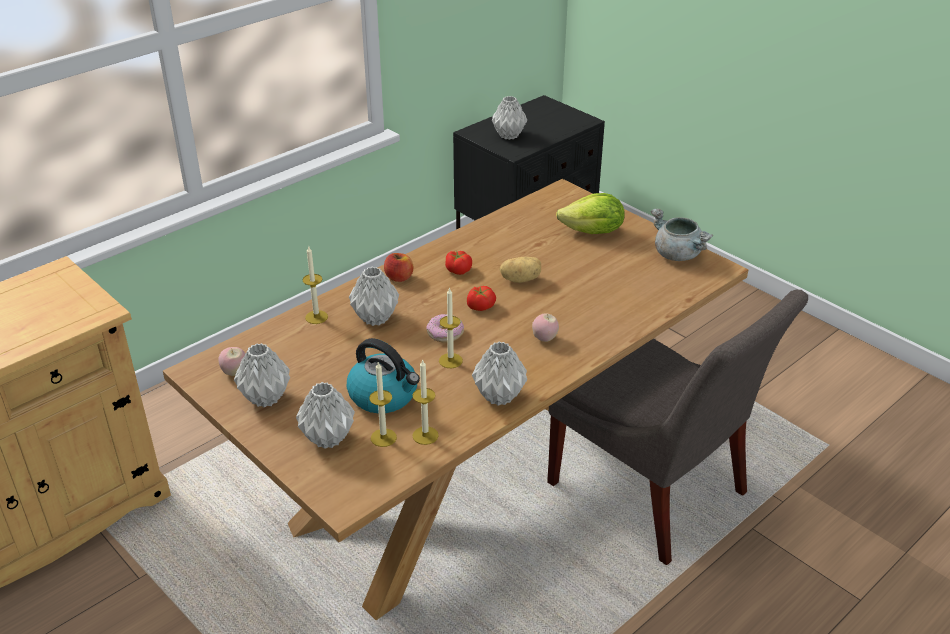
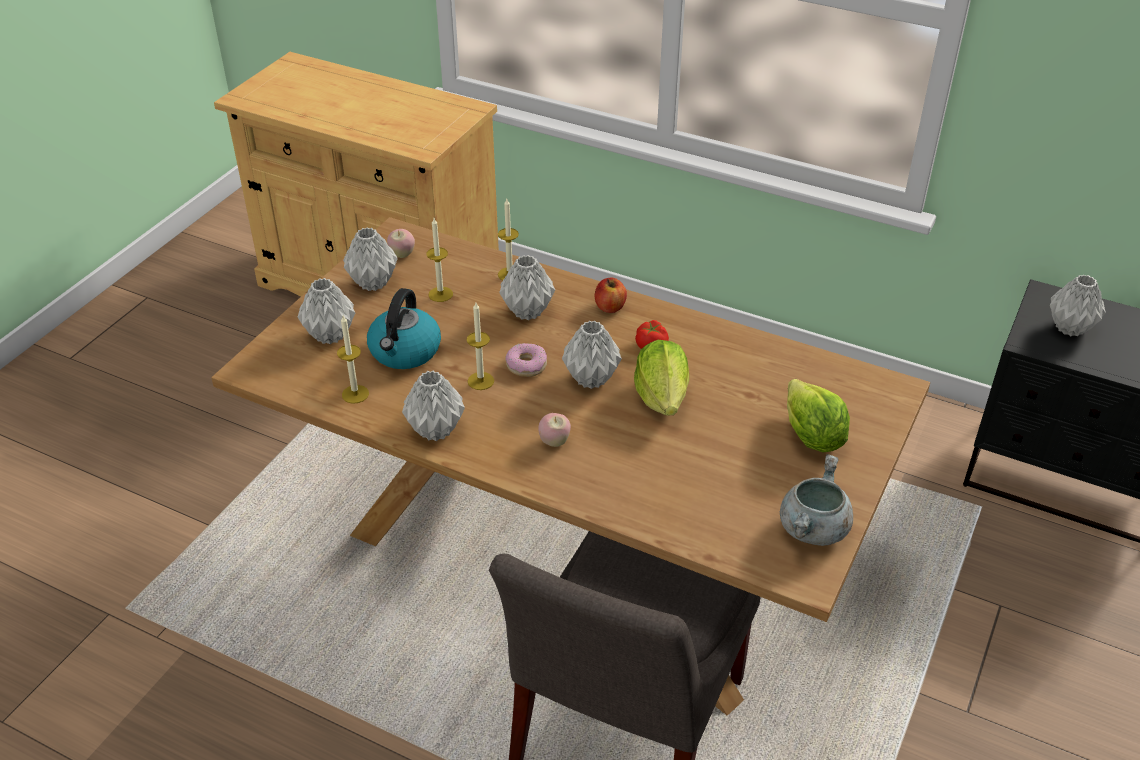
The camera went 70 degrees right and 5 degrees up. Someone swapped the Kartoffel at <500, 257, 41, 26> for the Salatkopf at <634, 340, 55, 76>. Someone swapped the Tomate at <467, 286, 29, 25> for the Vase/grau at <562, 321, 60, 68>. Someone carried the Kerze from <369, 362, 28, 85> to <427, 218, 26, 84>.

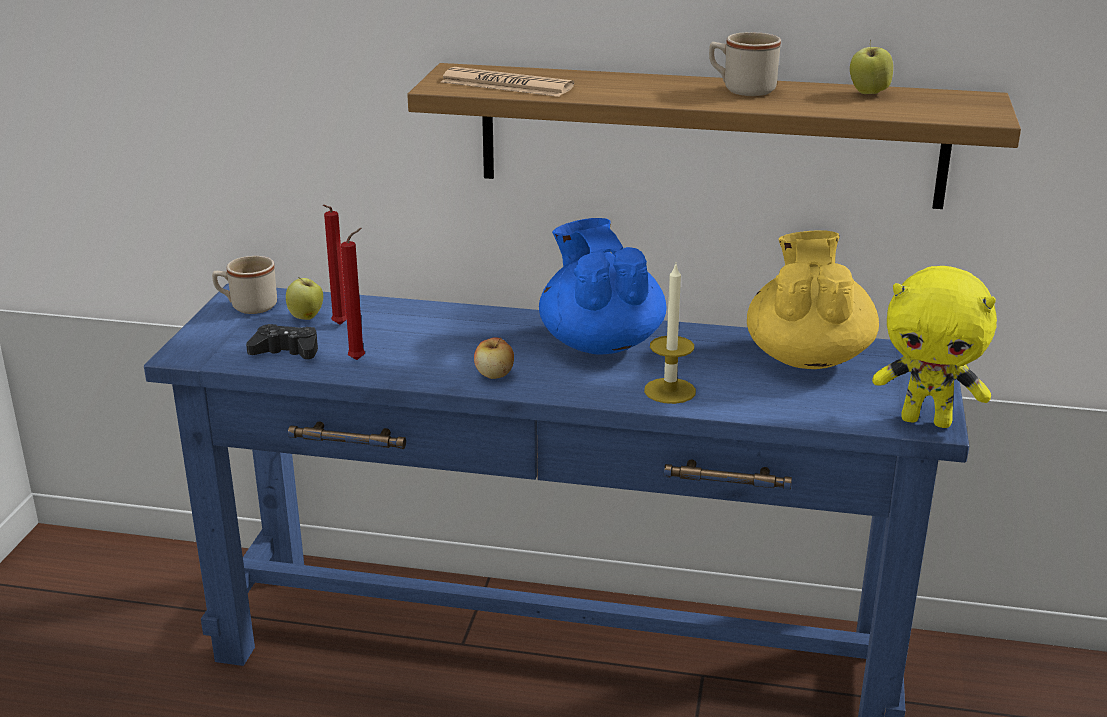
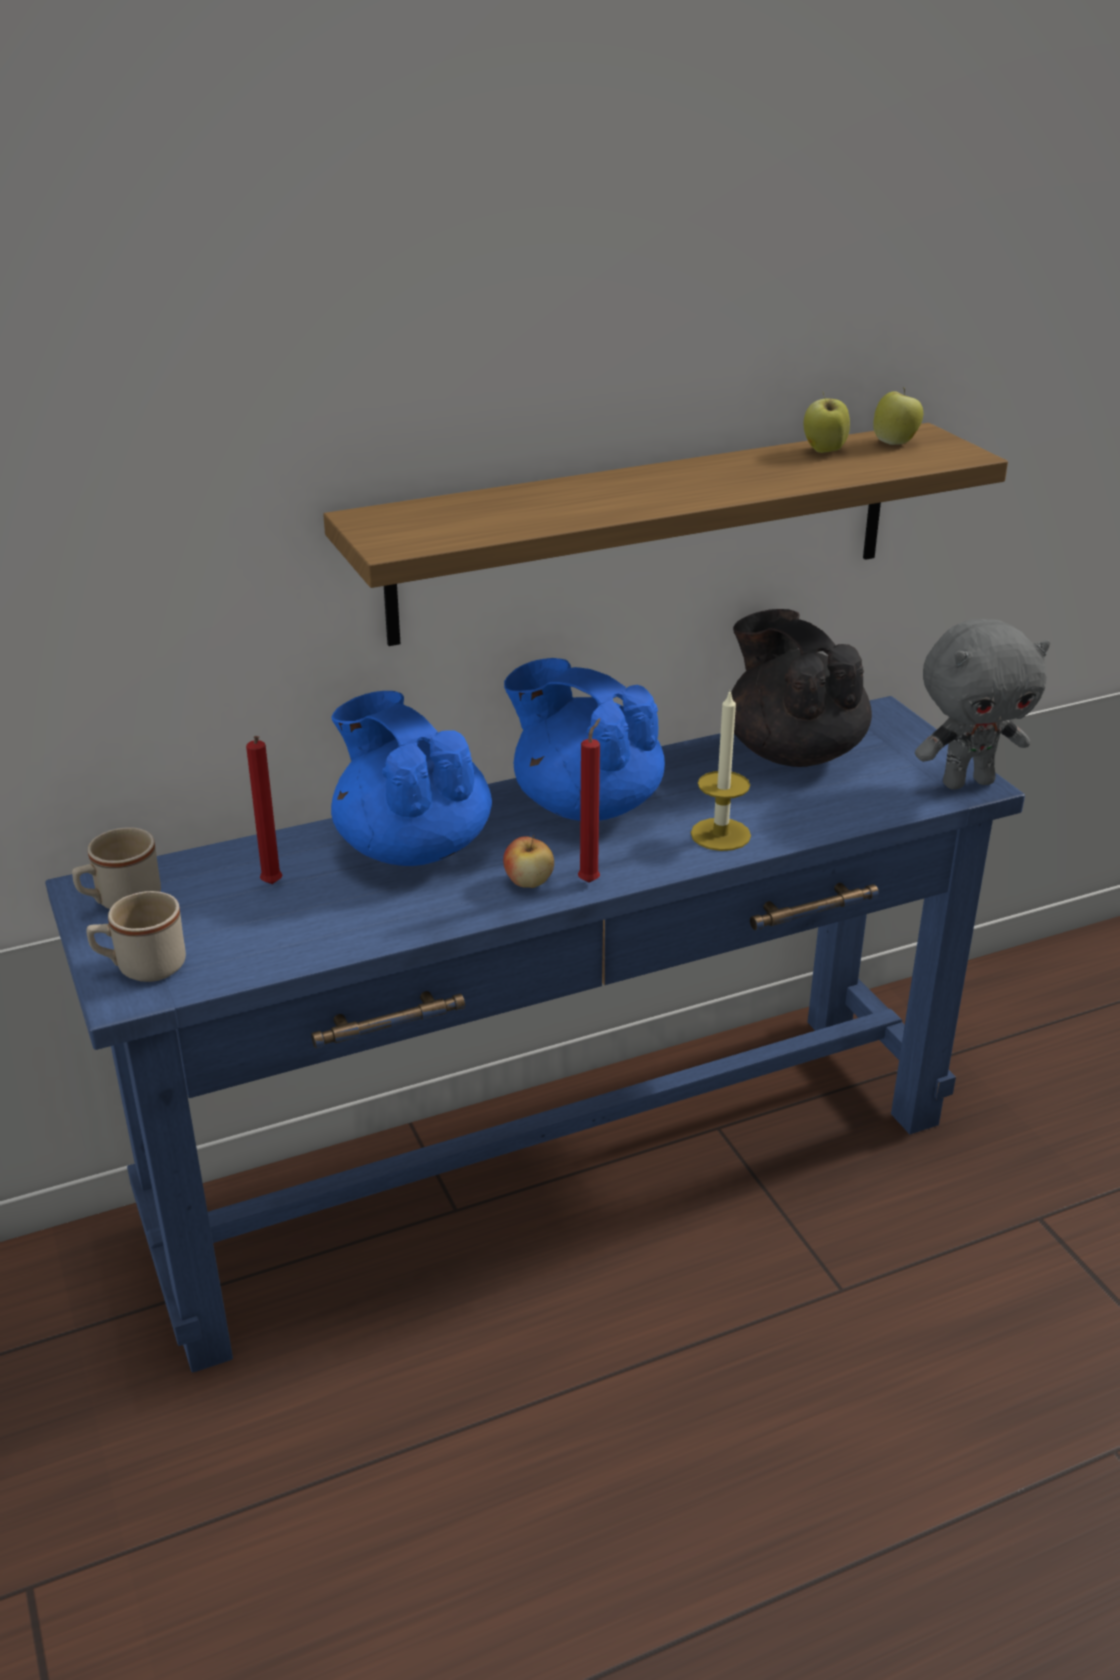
The camera went 35 degrees left and 5 degrees up. Someone carried the Henkelbecher/beige from <709, 32, 72, 64> to <87, 891, 99, 91>. Someone took away the Zeitung at <441, 67, 133, 30>. Someone carried the Kerze/rot from <341, 228, 24, 132> to <578, 718, 22, 165>. Someone repainted the Teekanne/gelb at <747, 230, 132, 139>, which became the Teekanne/schwarz at <731, 609, 141, 158>. Someone repainted the Plüschtier/gelb at <872, 266, 125, 162>, which became the Plüschtier/grau at <915, 619, 135, 171>. Someone carried the Apfel from <286, 277, 37, 43> to <873, 387, 50, 58>. Someone took away the Gamepad/schwarz at <246, 324, 72, 35>. Someone put down the Teekanne/blau at <331, 691, 161, 175>.

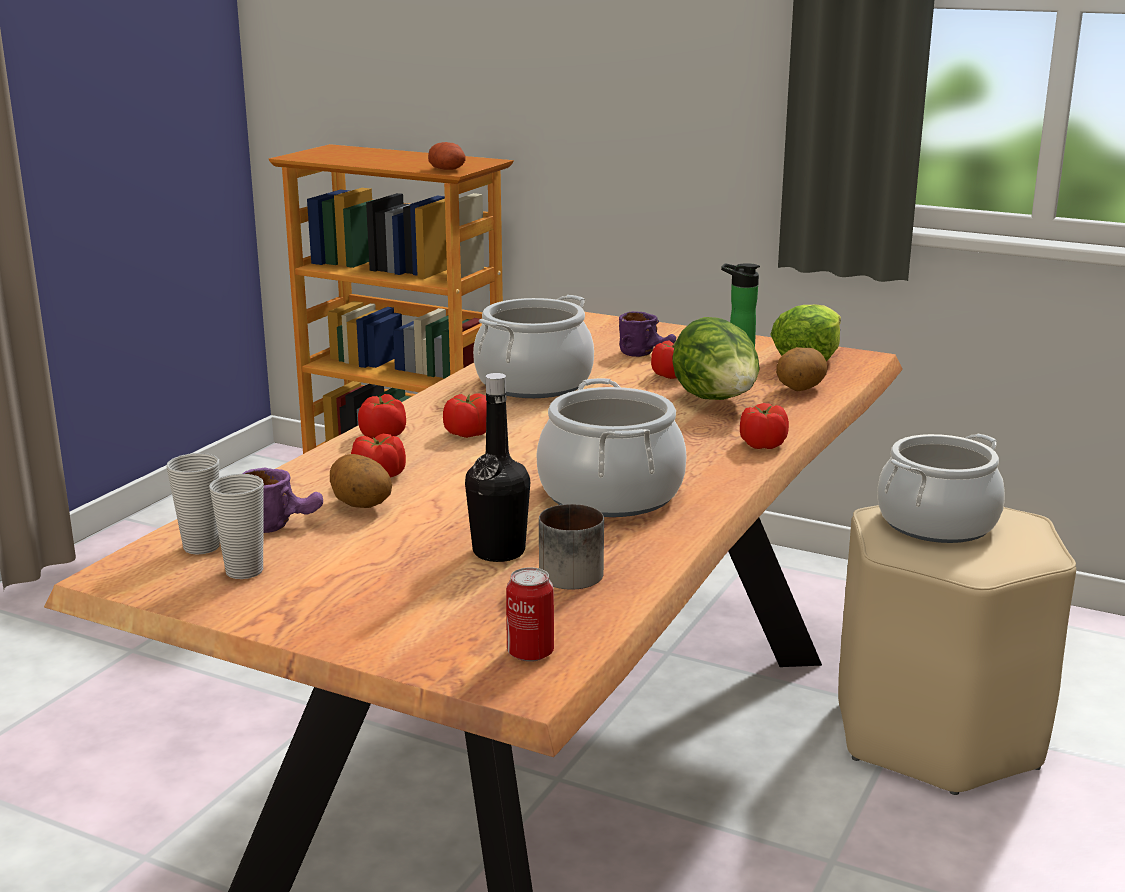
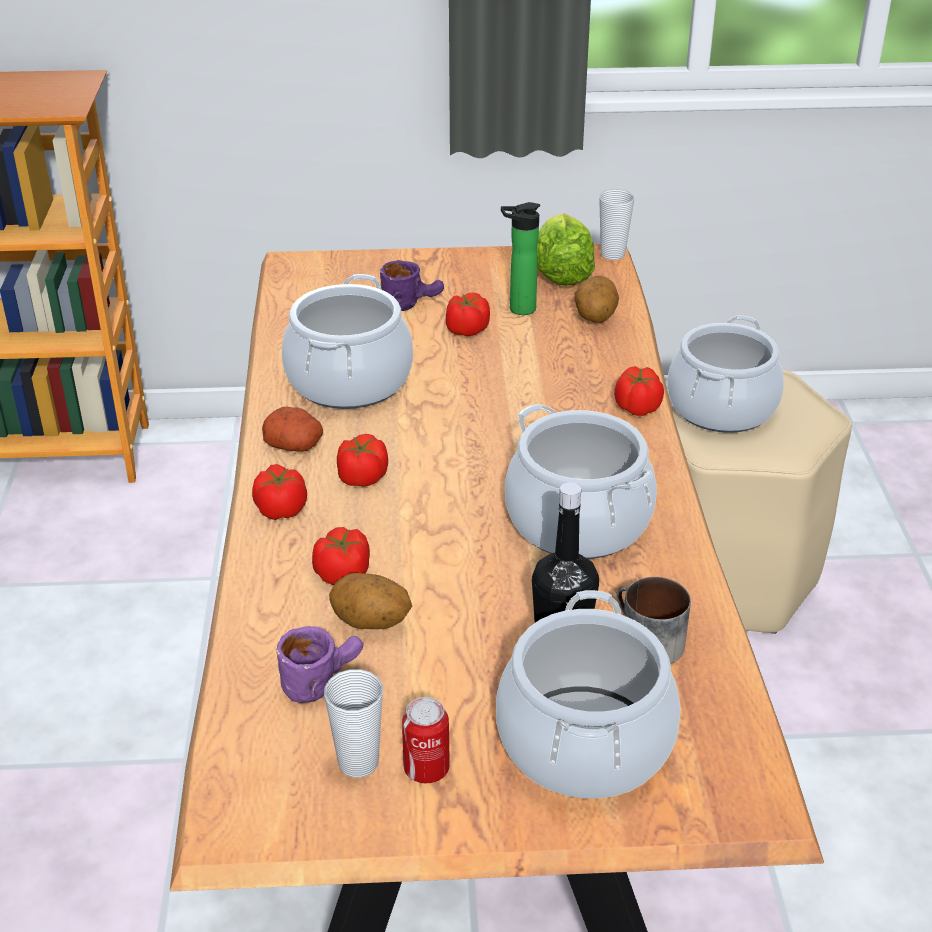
The camera went 30 degrees left and 15 degrees up. Someone carried the Kartoffel from <428, 142, 38, 28> to <262, 407, 61, 45>. Someone took away the Salatkopf at <672, 317, 88, 83>. Someone carried the Tasse from <166, 453, 54, 102> to <599, 189, 35, 71>. Someone carried the Dose from <506, 567, 48, 95> to <402, 697, 48, 86>. Someone put down the Kochtopf at <496, 590, 185, 209>.

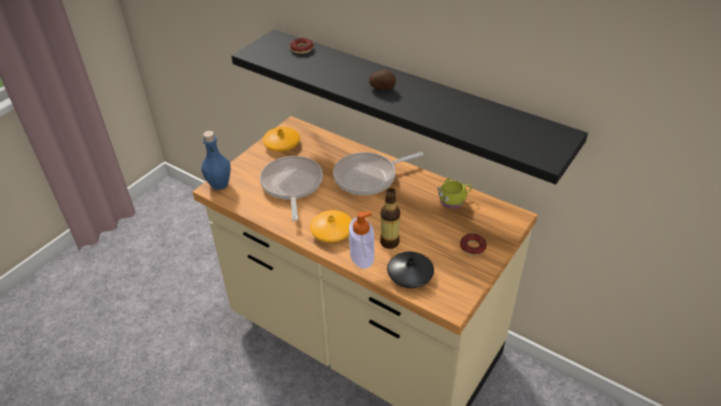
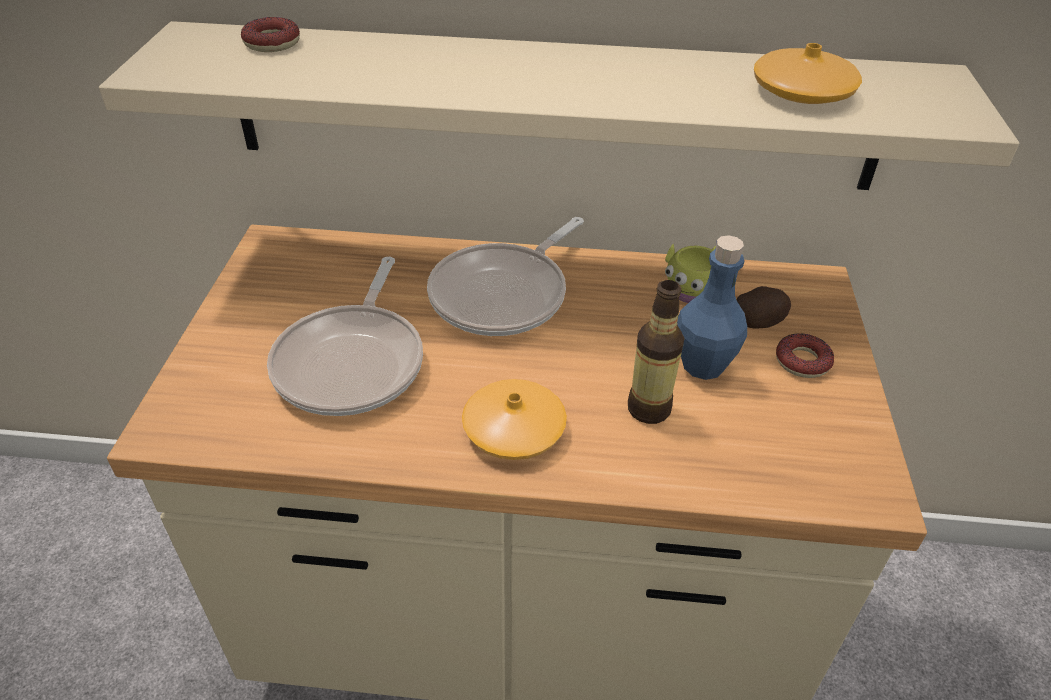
The camera went 30 degrees left and 0 degrees up. Someone repainted the Wandregal/schwarz at <231, 29, 357, 156>, which became the Wandregal/beige at <99, 21, 920, 169>. Someone carried the Kartoffel from <369, 70, 27, 20> to <736, 286, 55, 42>. Someone carried the Vase/orange from <263, 127, 37, 25> to <754, 43, 108, 61>. Someone carried the Flasche/blau from <202, 131, 28, 59> to <677, 235, 70, 145>. Someone rotated the Pfanne at <260, 156, 63, 65> by 135 degrees counterclockwise. Someone took away the Seifenspender at <349, 211, 25, 58>. Someone took away the Vase/schwarz at <387, 251, 47, 37>.

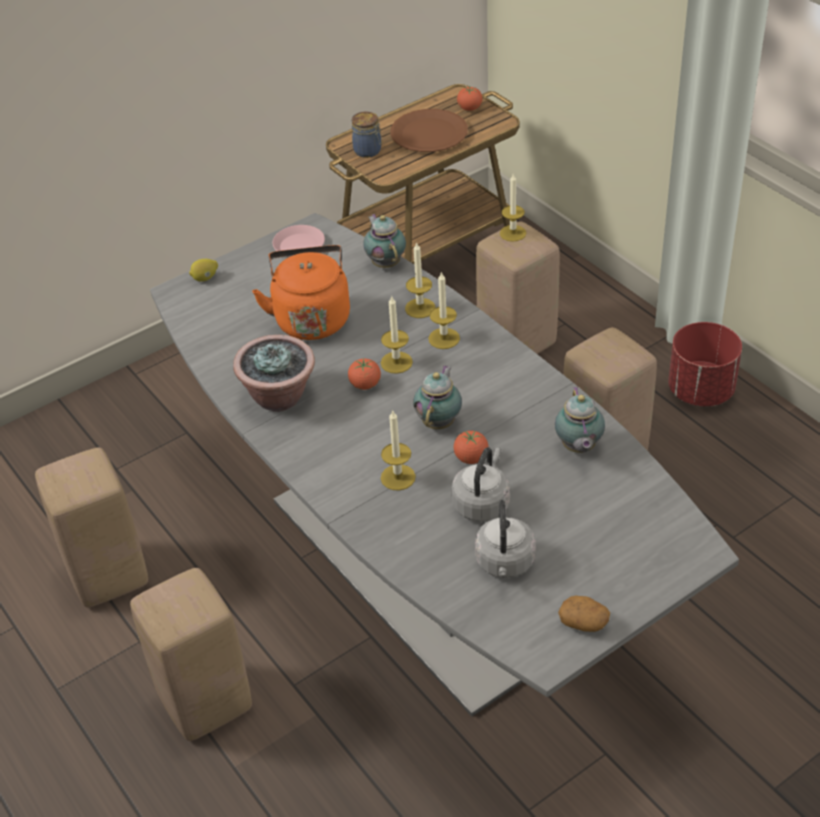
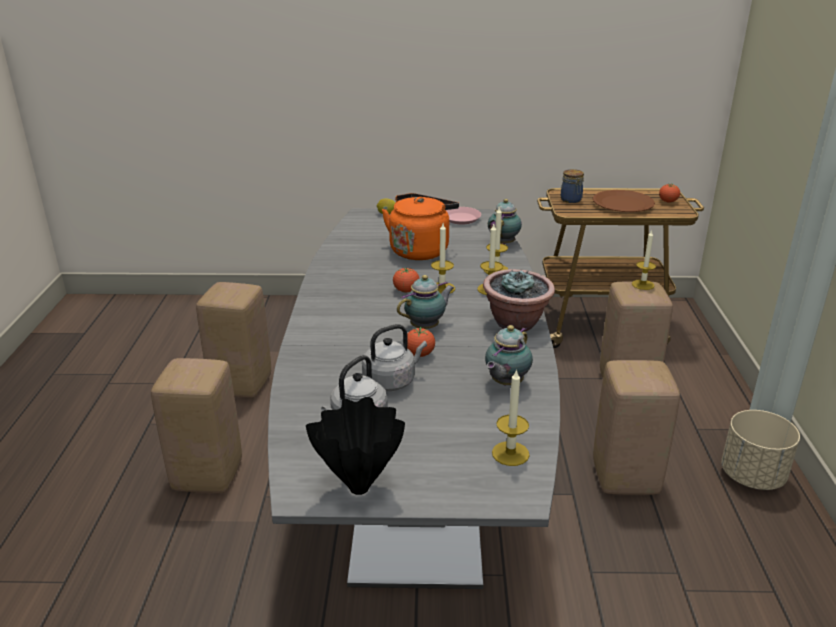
The camera went 35 degrees right and 15 degrees down. Someone repainted the Pflanzkübel/rot at <668, 322, 74, 85>, which became the Pflanzkübel/beige at <721, 410, 79, 80>. Someone carried the Topfpflanze from <233, 335, 82, 77> to <483, 269, 72, 63>. Someone carried the Kerze from <381, 411, 35, 80> to <492, 369, 38, 97>. Someone swapped the Kartoffel at <558, 596, 52, 36> for the Vase/schwarz at <306, 397, 99, 98>.

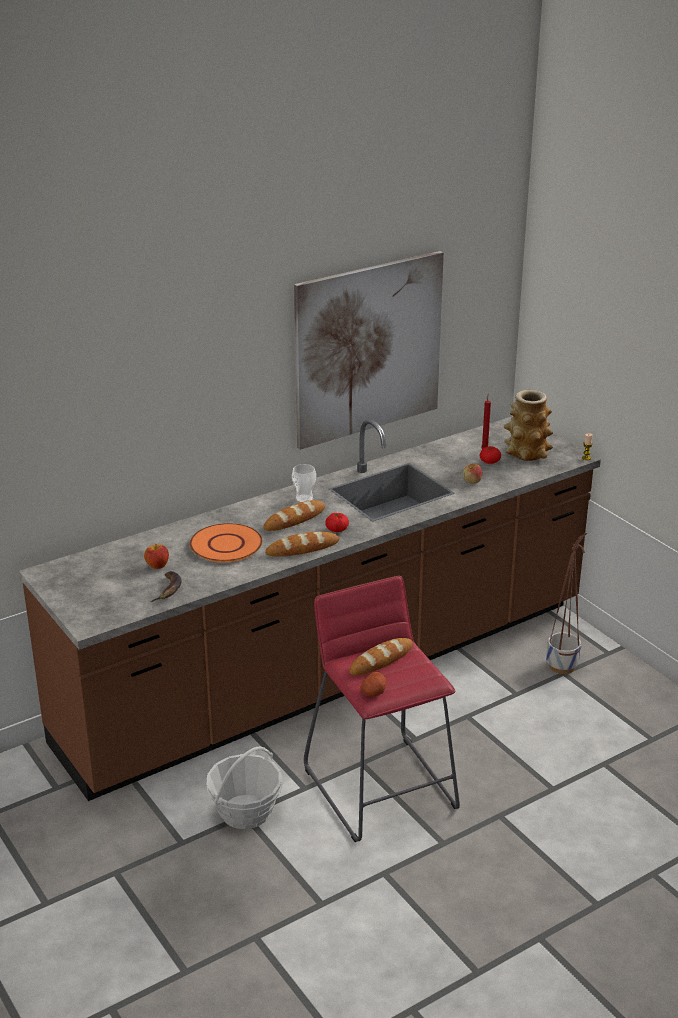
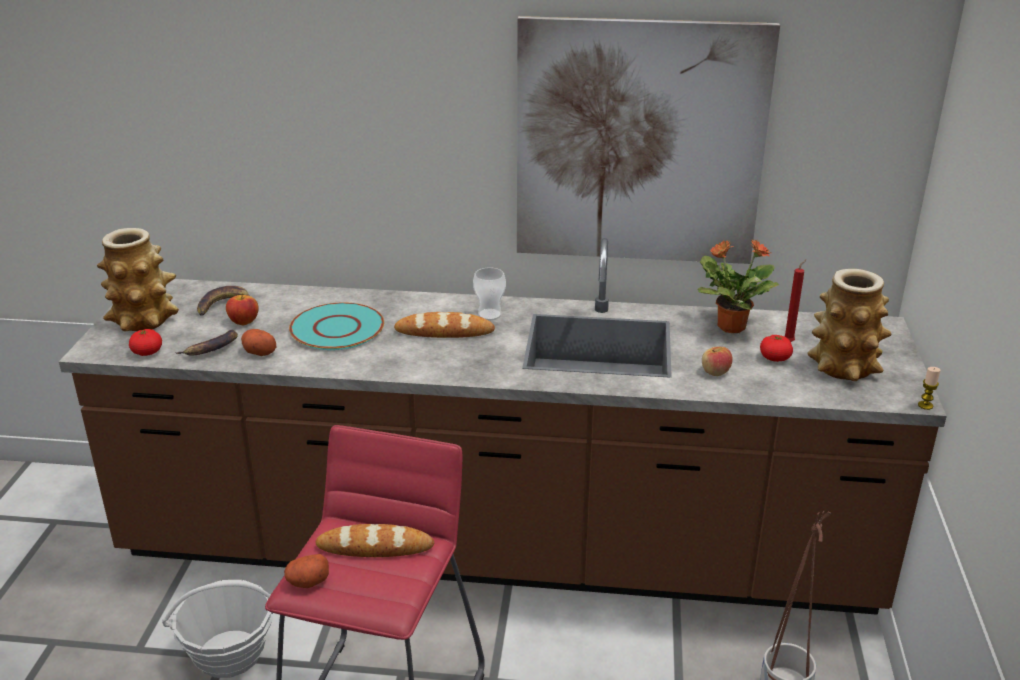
The camera went 40 degrees right and 0 degrees up. Someone carried the Tomate from <326, 513, 23, 19> to <129, 329, 33, 27>. Someone repainted the Teller/orange at <190, 523, 73, 39>, which became the Teller/türkis at <289, 303, 95, 47>. Someone took away the Brot at <265, 531, 74, 25>. Someone put down the Vase at <97, 228, 82, 103>. Someone put down the Topfpflanze at <697, 240, 82, 93>. Someone put down the Banane at <197, 286, 53, 30>. Someone put down the Kartoffel at <241, 329, 35, 27>.

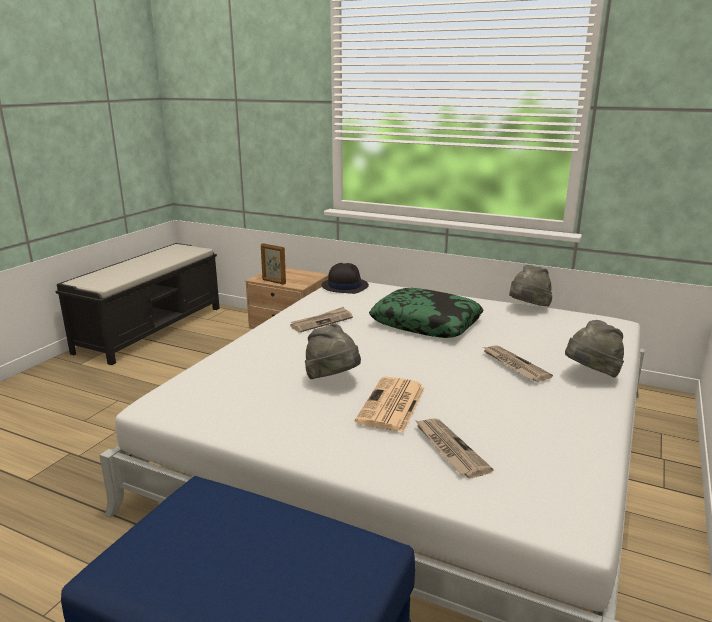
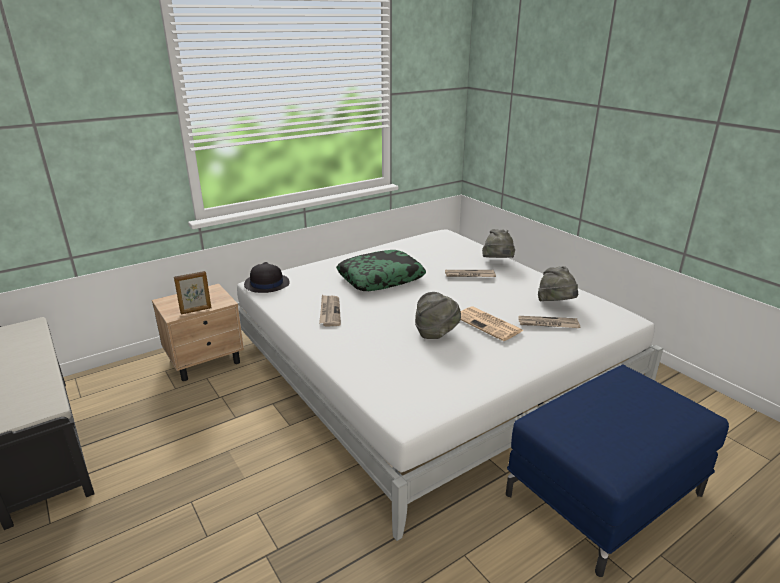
The camera went 60 degrees left and 5 degrees up. Someone carried the Hut/grau from <509, 265, 43, 42> to <538, 266, 40, 35>.

